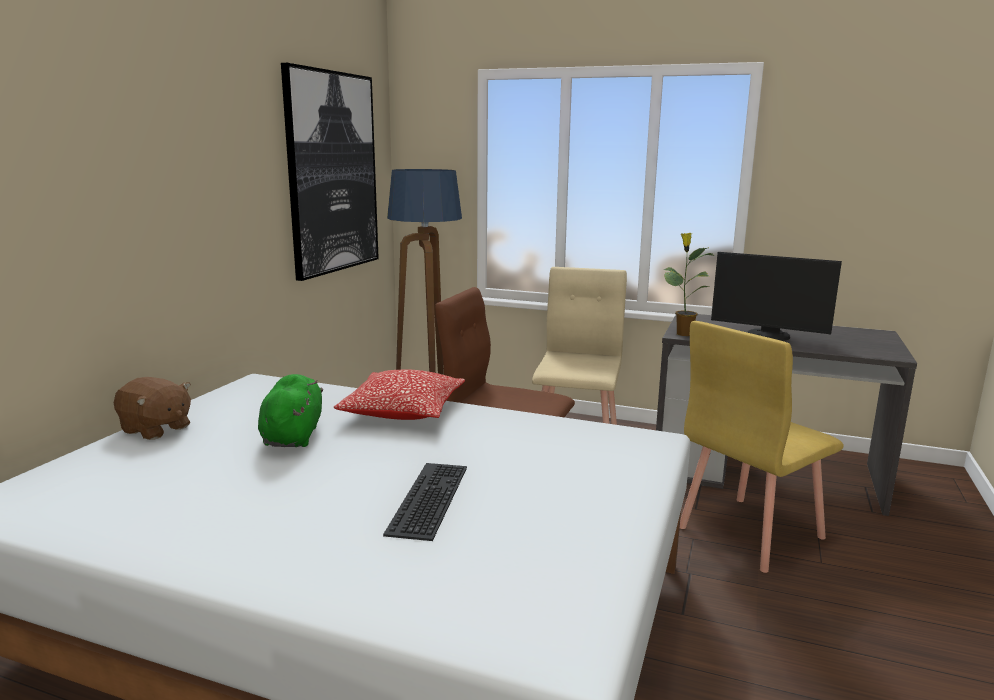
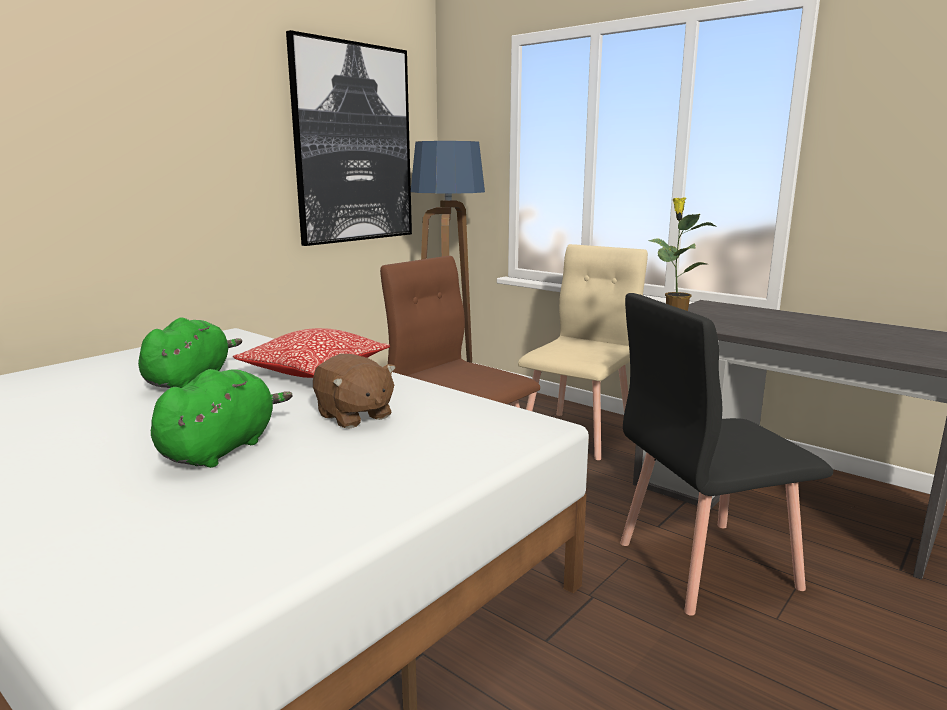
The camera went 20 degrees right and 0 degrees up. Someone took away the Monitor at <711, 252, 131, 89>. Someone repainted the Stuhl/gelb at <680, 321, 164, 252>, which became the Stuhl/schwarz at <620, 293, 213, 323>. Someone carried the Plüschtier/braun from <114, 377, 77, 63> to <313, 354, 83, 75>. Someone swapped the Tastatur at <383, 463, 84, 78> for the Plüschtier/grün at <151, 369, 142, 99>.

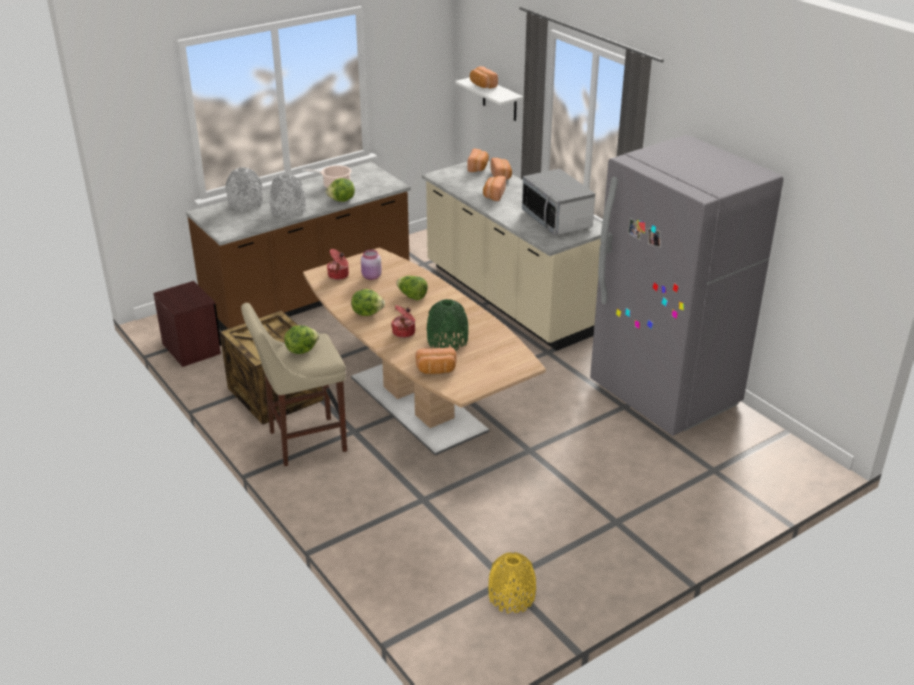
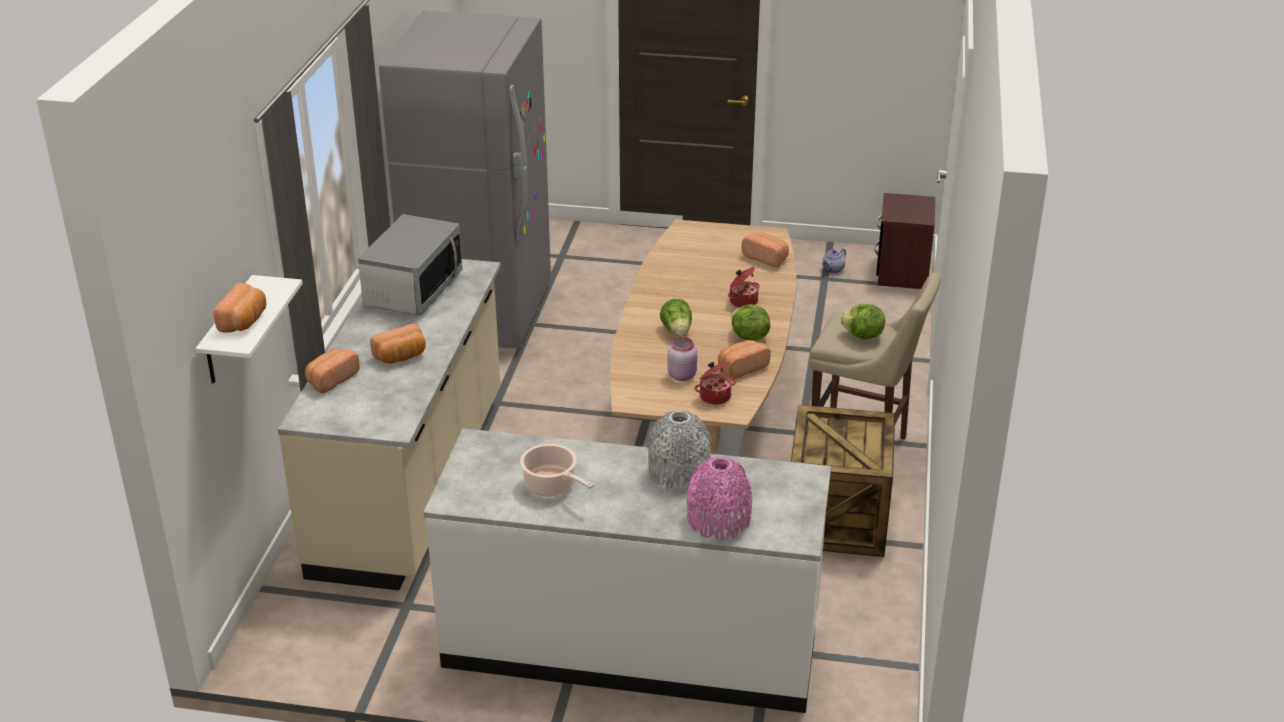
The camera went 135 degrees left and 0 degrees up. Someone carried the Brot from <467, 149, 22, 23> to <718, 340, 53, 39>. Someone repainted the Küchenzeile/braun at <186, 162, 225, 169>, which became the Küchenzeile/weiß at <423, 428, 408, 285>. Someone repainted the Vase/grau at <226, 167, 37, 44>, which became the Vase/rosa at <687, 457, 65, 83>. Someone took away the Salatkopf at <326, 178, 29, 24>. Someone carried the Nachttisch/braun from <153, 281, 69, 86> to <875, 193, 61, 96>. Someone took away the Vase/grün at <427, 299, 41, 52>. Someone swapped the Vase/gelb at <488, 552, 48, 61> for the Teekanne at <822, 248, 24, 26>.

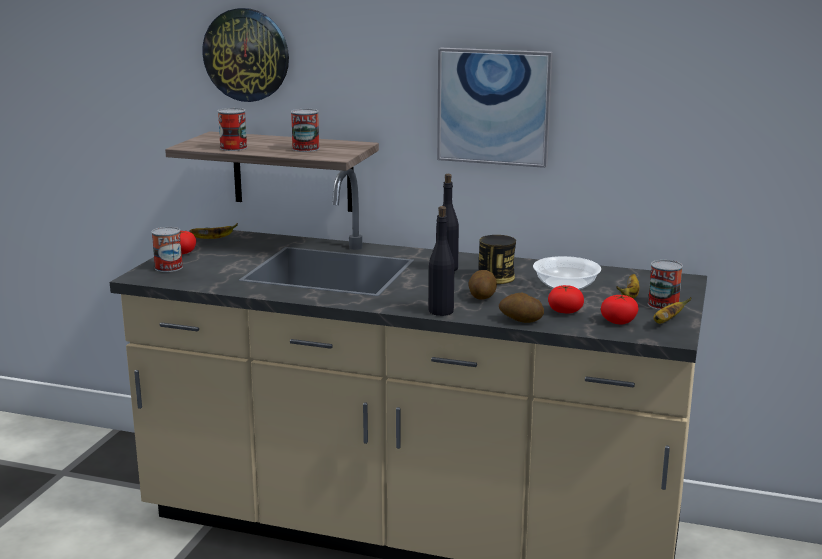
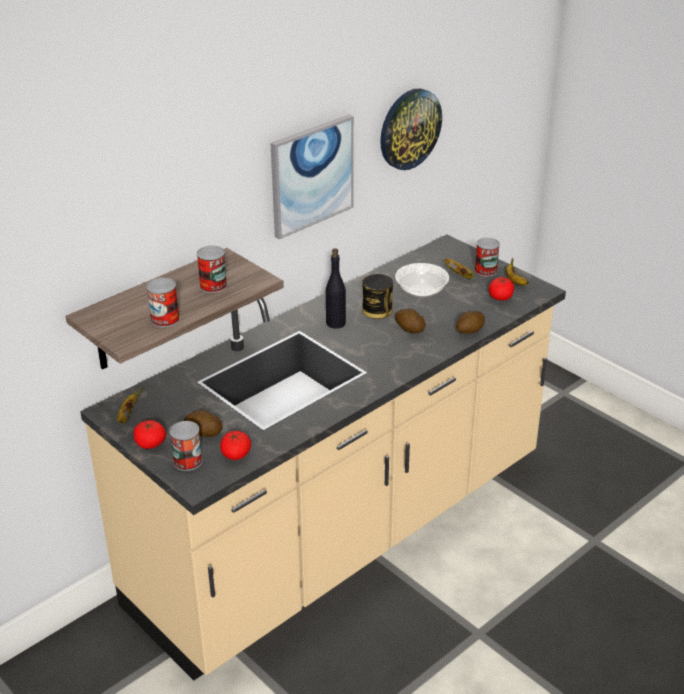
The camera went 60 degrees left and 15 degrees up. Someone carried the Wanduhr from <202, 8, 87, 94> to <380, 88, 62, 82>. Someone took away the Flasche/schwarz at <429, 206, 25, 110>. Someone carried the Tomate from <548, 285, 36, 29> to <220, 431, 31, 29>. Someone put down the Kartoffel at <184, 410, 38, 27>.

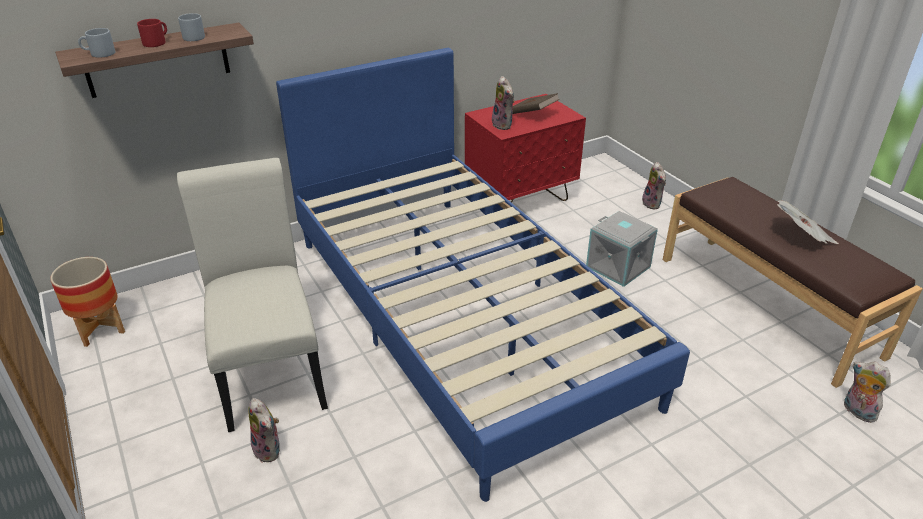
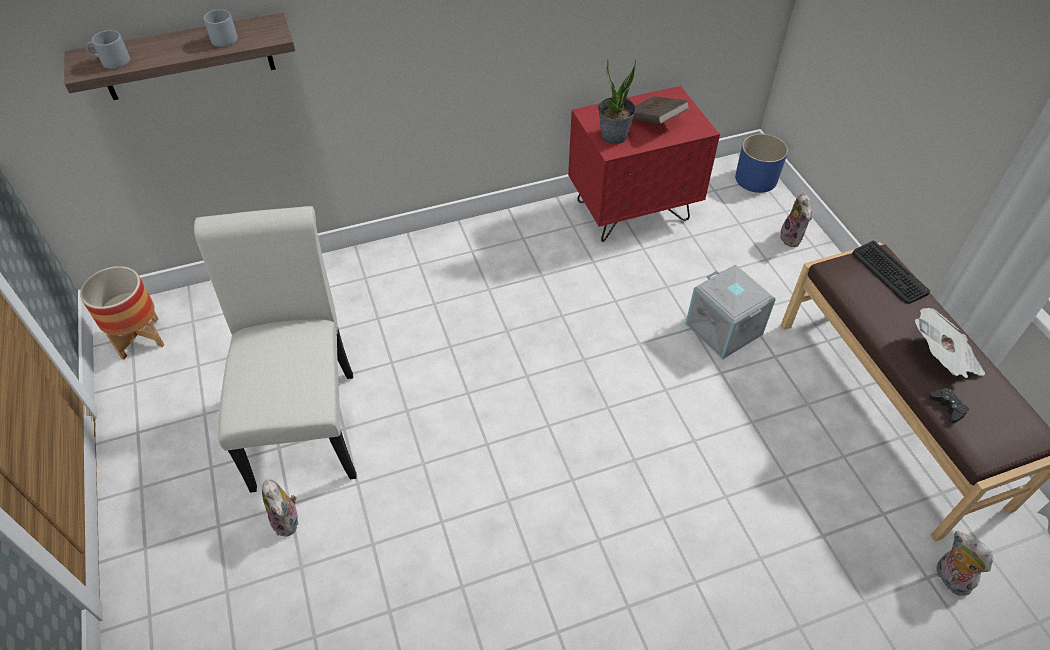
The camera went 10 degrees right and 15 degrees up. Someone took away the Henkelbecher/rot at <137, 19, 30, 28>. Someone took away the Bett/blau at <276, 48, 414, 454>. Someone swapped the Plüschtier at <492, 76, 23, 54> for the Topfpflanze at <598, 60, 38, 84>. Someone put down the Pflanzkübel/blau at <735, 134, 53, 59>. Someone put down the Tastatur at <853, 241, 77, 63>. Someone put down the Gamepad/schwarz at <929, 388, 40, 35>.

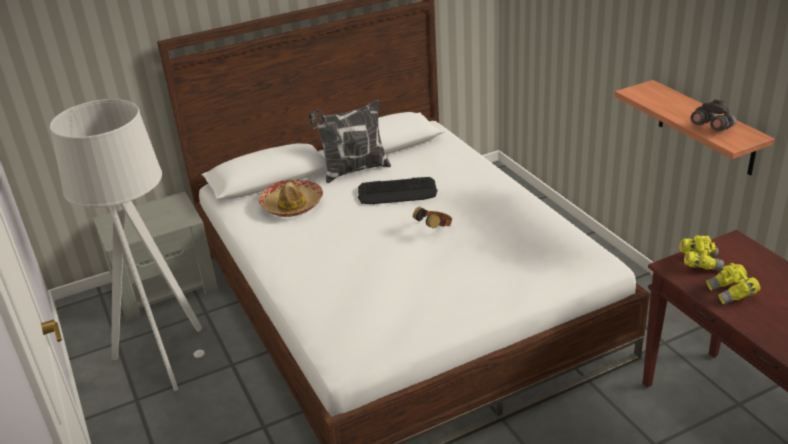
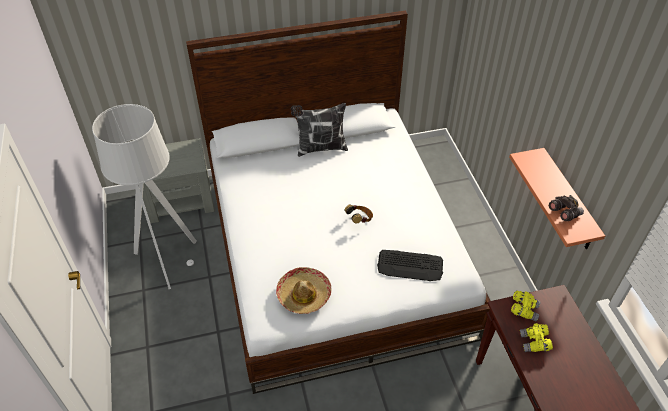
The camera went 10 degrees right and 15 degrees up. Someone carried the Tastatur from <358, 177, 79, 27> to <377, 250, 66, 31>. Someone carried the Hut from <259, 179, 64, 38> to <276, 267, 56, 47>.

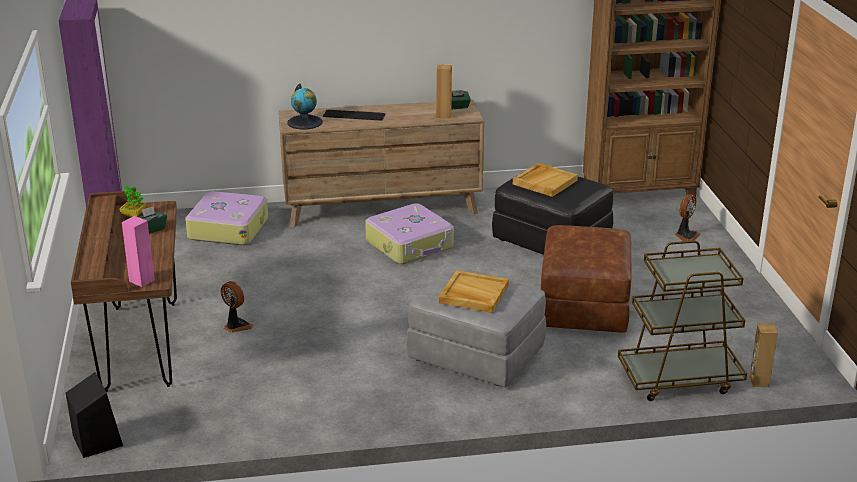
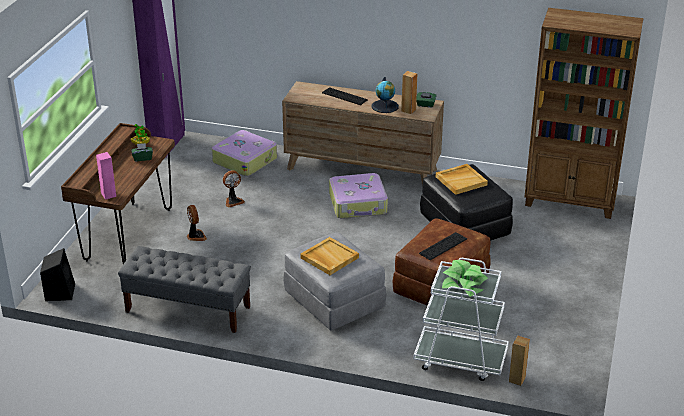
The camera went 25 degrees right and 5 degrees up. Someone carried the Globus from <287, 84, 36, 46> to <372, 77, 27, 36>. Someone carried the Ventilator from <674, 194, 26, 47> to <223, 170, 22, 38>. Someone repainted the Rollwagen/braun at <618, 240, 129, 161>, which became the Rollwagen/weiß at <414, 258, 95, 123>. Someone put down the Tastatur at <419, 232, 48, 28>. Someone put down the Bank/grau at <118, 246, 133, 87>. Someone put down the Topfpflanze at <442, 260, 46, 37>.

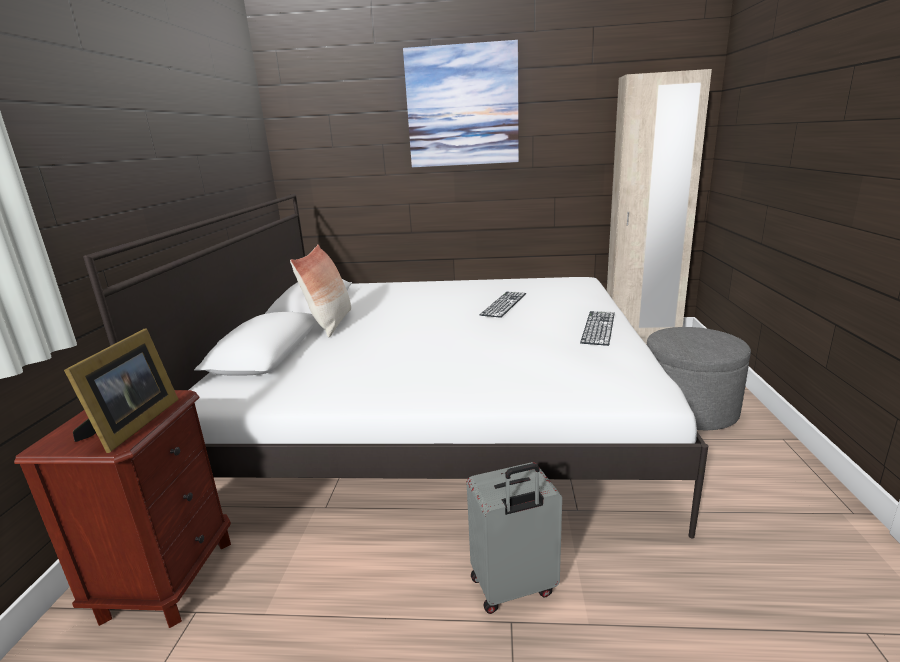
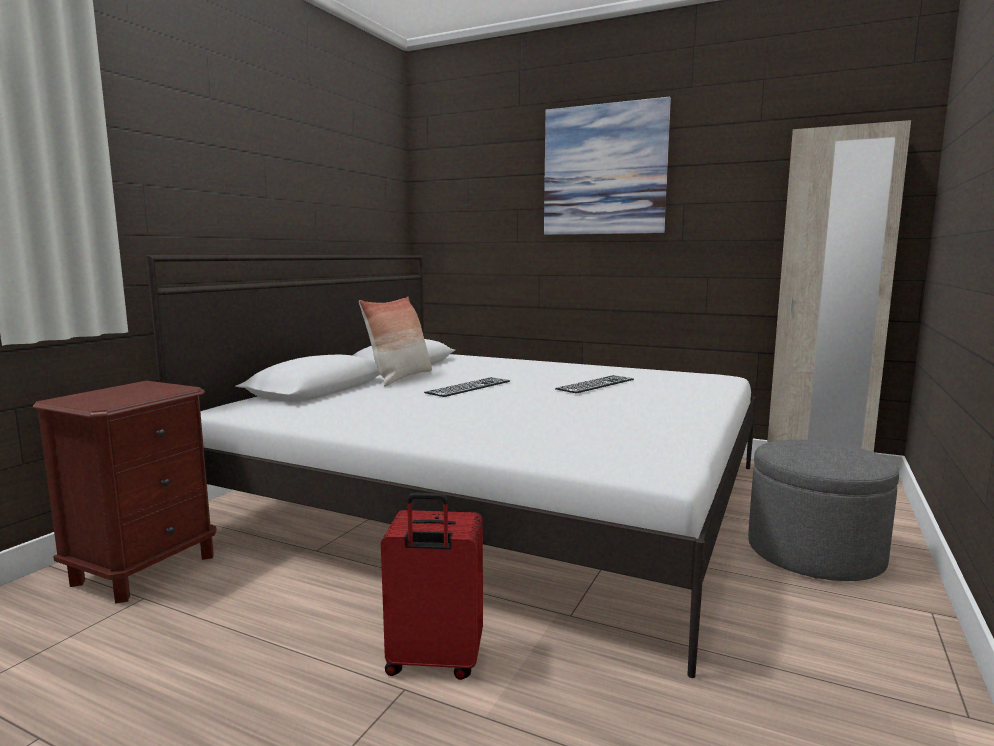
The camera went 20 degrees right and 10 degrees down. Someone carried the Tastatur from <580, 311, 35, 35> to <424, 377, 86, 20>. Someone took away the Bilderrahmen at <64, 328, 115, 125>. Someone repainted the Koffer/grau at <467, 462, 95, 152>, which became the Koffer/rot at <381, 492, 102, 188>.

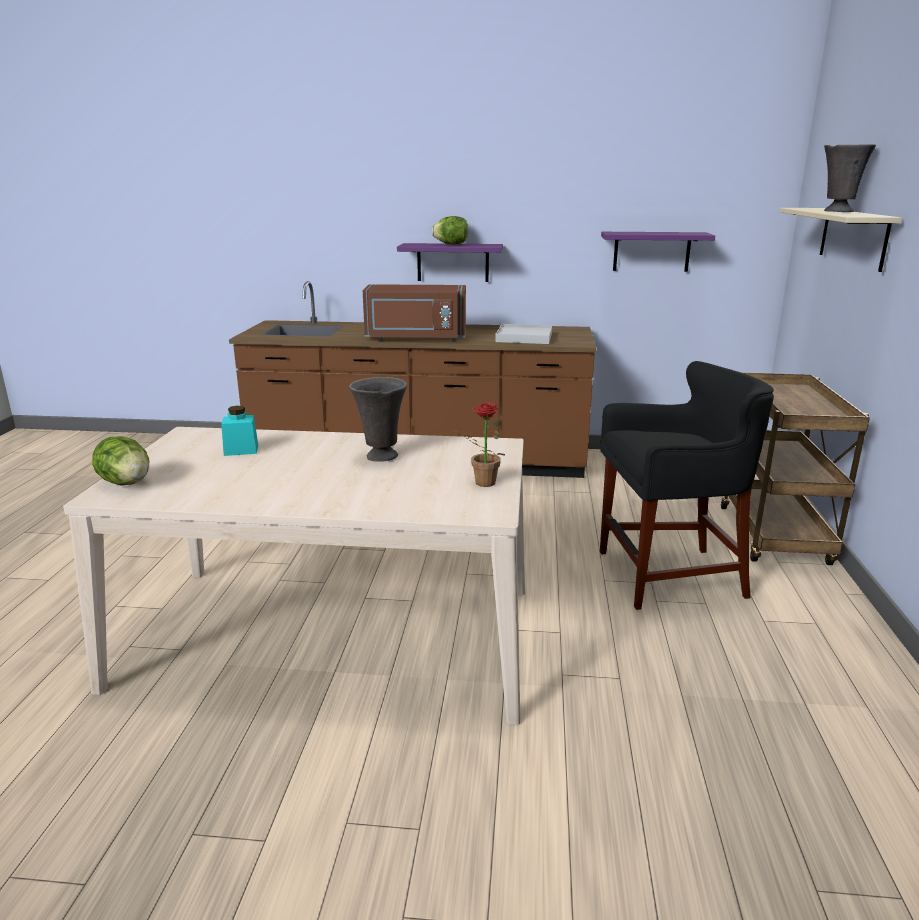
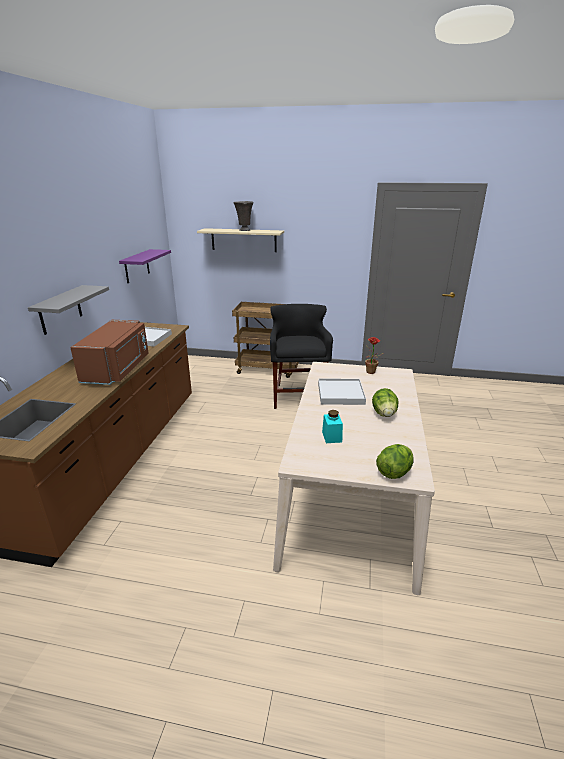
The camera went 85 degrees left and 5 degrees up. Someone carried the Salatkopf from <431, 216, 37, 29> to <372, 388, 27, 29>. Someone repainted the Wandregal/lila at <397, 243, 106, 39>, which became the Wandregal/grau at <28, 285, 81, 50>. Someone swapped the Vase/grau at <349, 377, 58, 85> for the Tablett/weiß at <318, 378, 48, 27>.

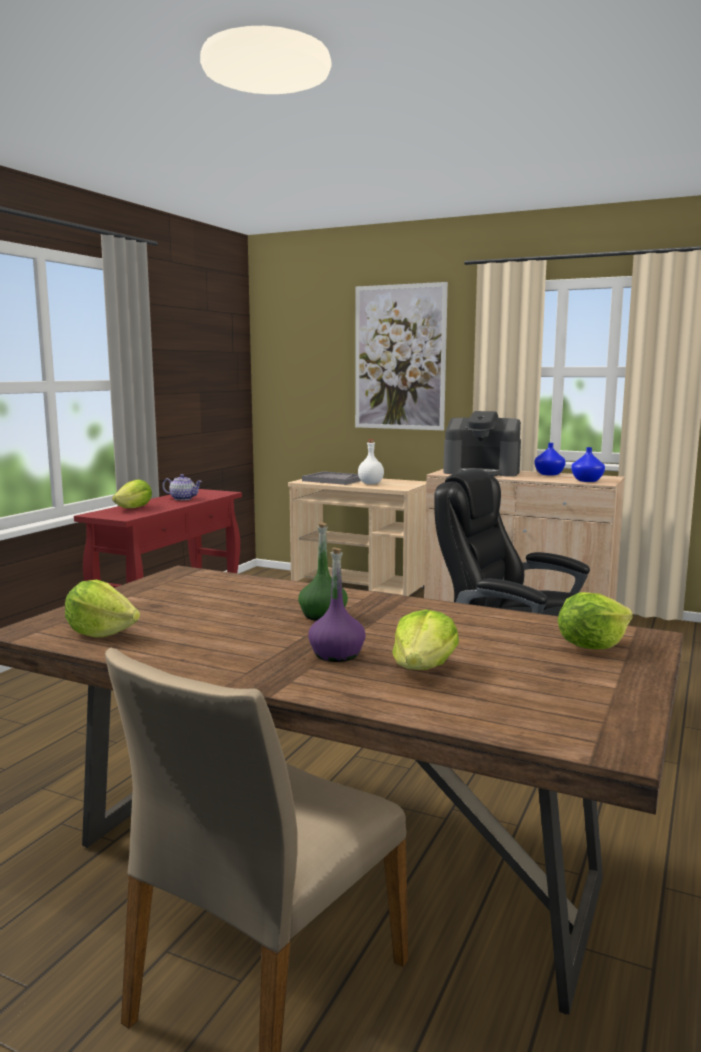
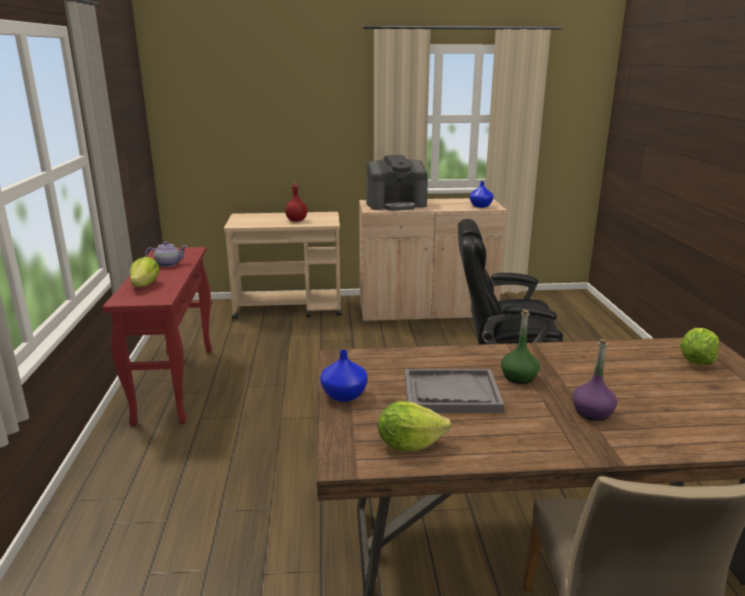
The camera went 30 degrees left and 10 degrees up. Someone took away the Bild at <355, 282, 93, 148>. Someone repainted the Flasche/weiß at <358, 439, 26, 45>, which became the Flasche/rot at <285, 183, 22, 39>. Someone carried the Vase/blau from <534, 443, 32, 32> to <320, 350, 48, 52>. Someone carried the Tablett/grau from <302, 471, 59, 14> to <405, 369, 99, 44>. Someone took away the Salatkopf at <392, 609, 67, 61>.

